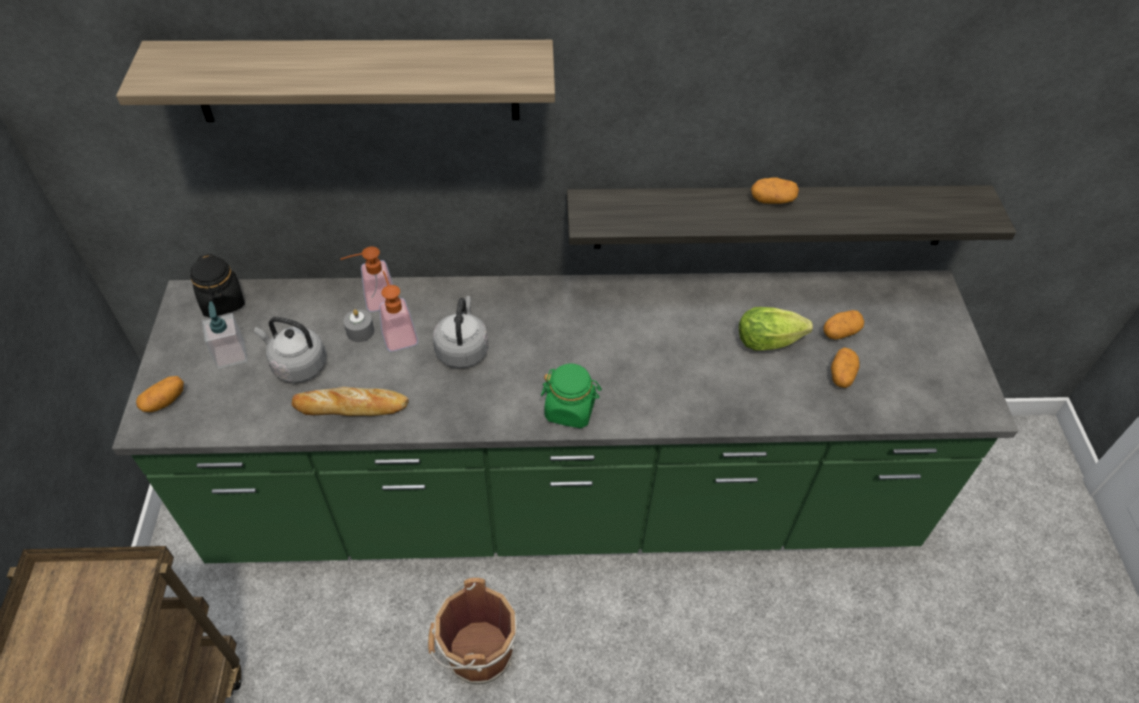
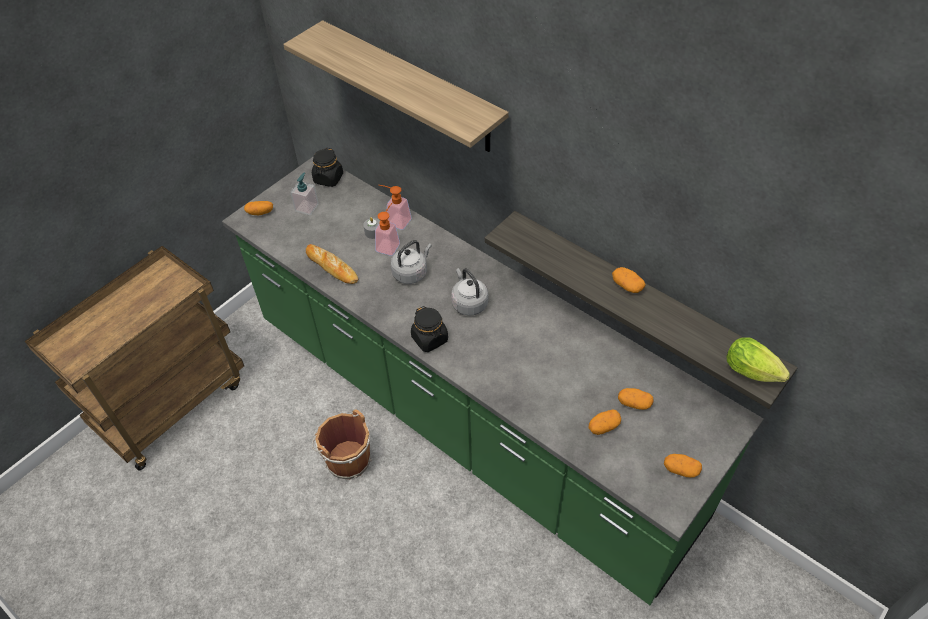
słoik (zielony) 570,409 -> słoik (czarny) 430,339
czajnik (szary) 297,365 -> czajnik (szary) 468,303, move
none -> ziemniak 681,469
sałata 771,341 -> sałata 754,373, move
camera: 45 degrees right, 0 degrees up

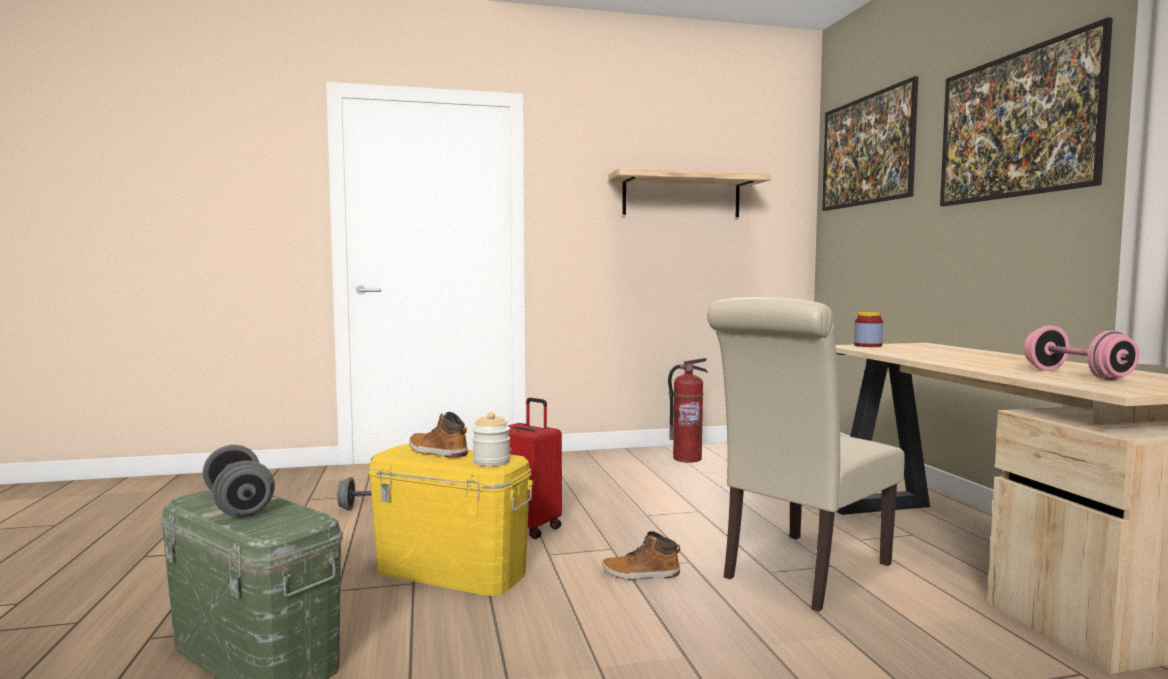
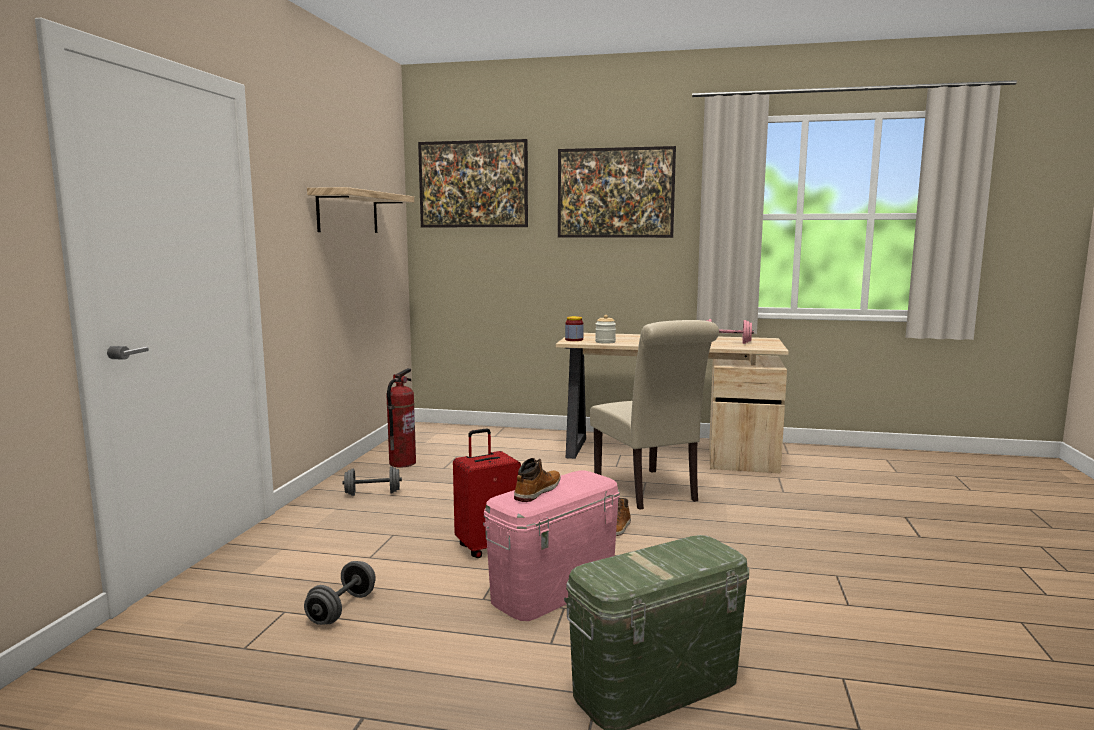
hantel (szary) 238,505 -> hantel (szary) 372,493, move
pojemnik do przechowywania (żółty) 451,571 -> pojemnik do przechowywania (różowy) 554,589
but z cholewką 437,452 -> but z cholewką 537,491, 150 degrees clockwise
słoik 491,462 -> słoik 605,342, move
camera: 65 degrees left, 5 degrees up

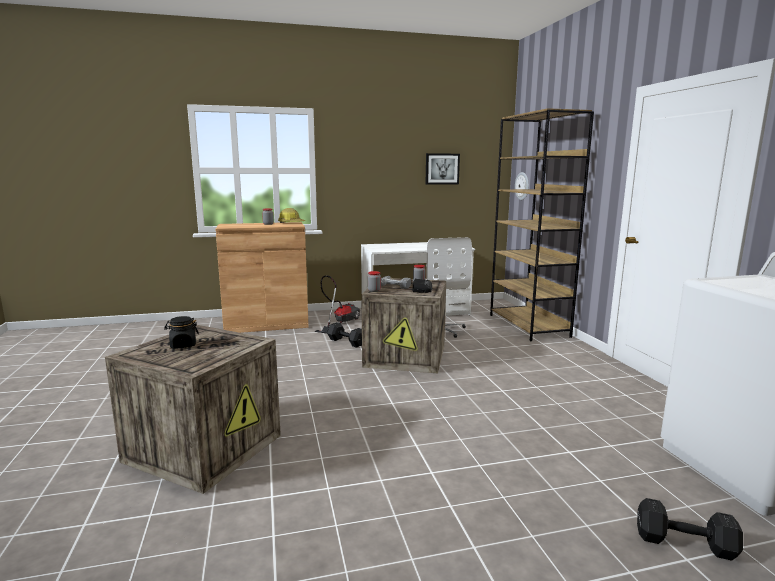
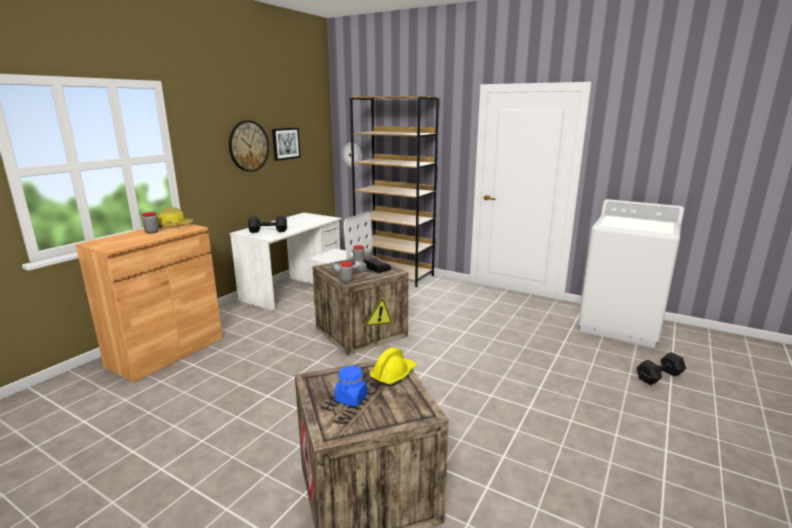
none -> zegar ścienny 248,146
hantel (czarny) 346,342 -> hantel (czarny) 267,231, move
słoik (czarny) 183,345 -> słoik (niebieski) 351,399
none -> kask (żółty) 393,374
odkurzacz 339,322 -> none
camera: 45 degrees left, 5 degrees up

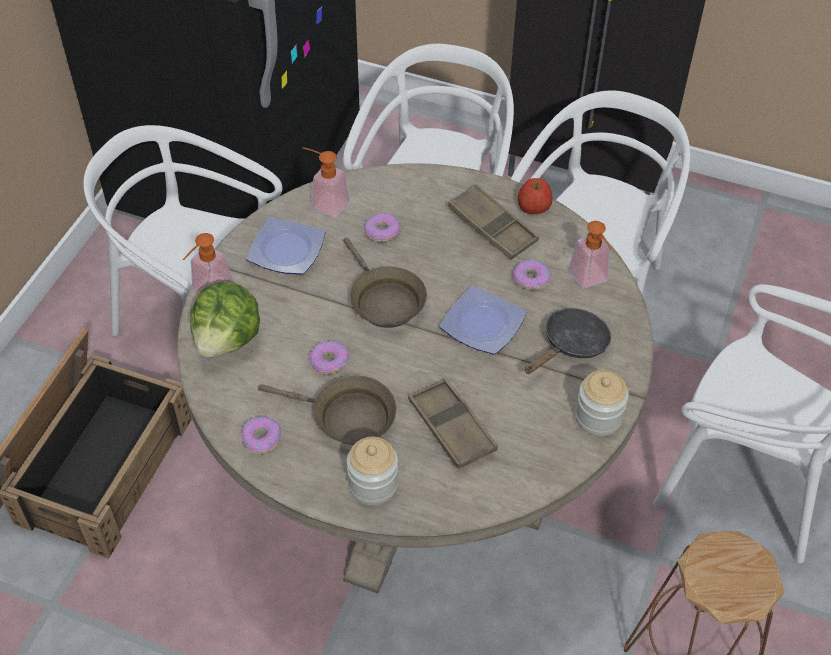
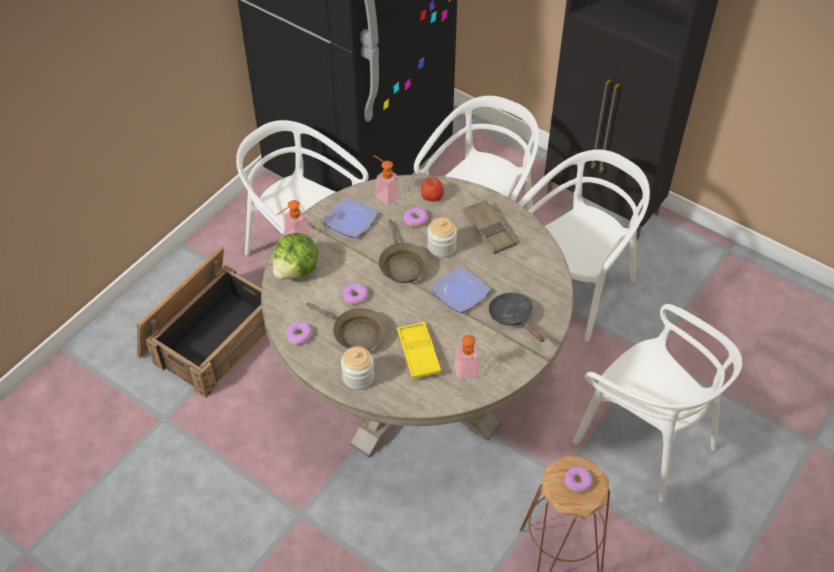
taca (brązowy) 451,427 -> taca (żółty) 418,353
jabłko 533,207 -> jabłko 432,196, move
słoik 598,417 -> słoik 441,247, move
dozownik mydła 591,280 -> dozownik mydła 467,374, move
patelnia (czarny) 571,345 -> patelnia (czarny) 513,317, 90 degrees counterclockwise
donut 531,279 -> donut 578,482, move
camera: 15 degrees right, 0 degrees up

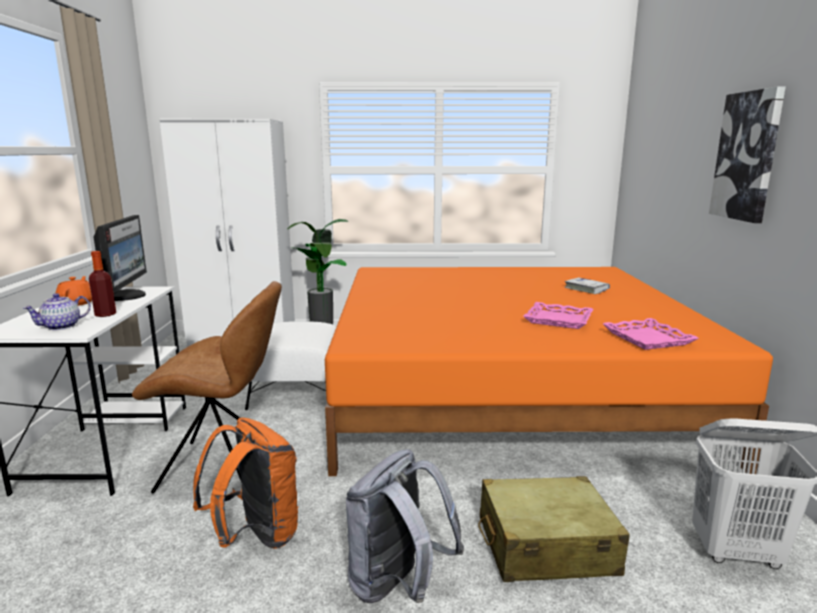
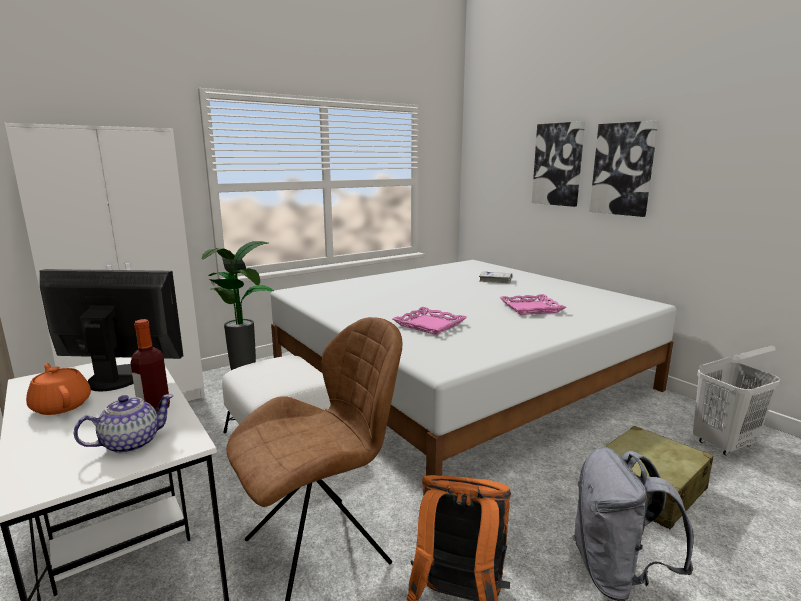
monitor 126,296 -> monitor 118,377, 45 degrees counterclockwise
imbryk 62,326 -> imbryk 130,443, 135 degrees counterclockwise
łóżko (pomarańczowy) 506,390 -> łóżko (biały) 460,379
taca (różowy) 648,339 -> taca (różowy) 430,325, move
none -> obraz 558,164
camera: 35 degrees left, 0 degrees up

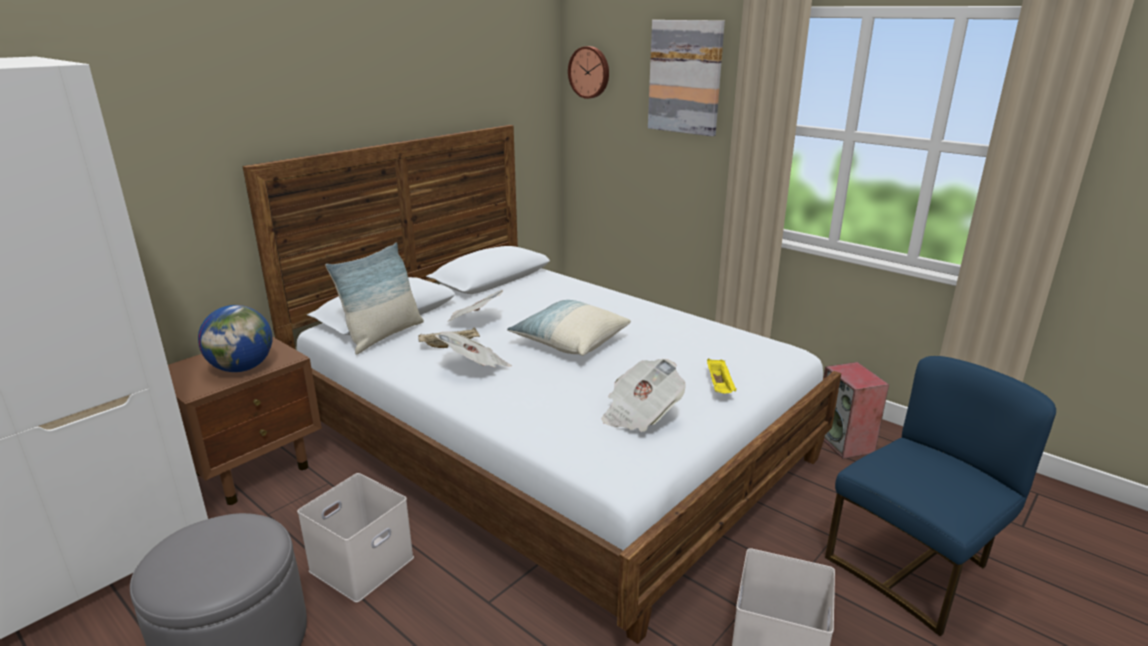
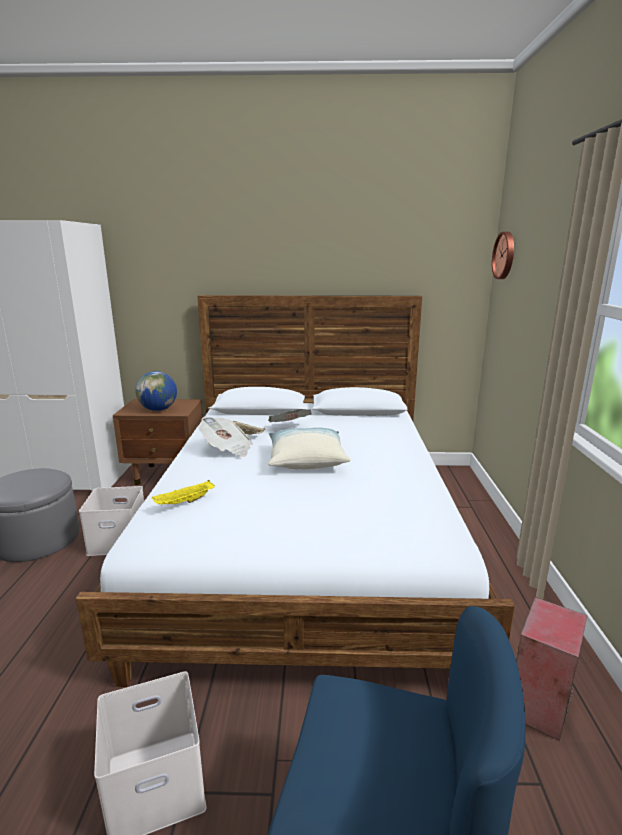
taca (żółty) 719,387 -> taca (żółty) 184,502, move
poduszka 383,336 -> none
gazeta 640,414 -> none
obraz 685,77 -> none
camera: 50 degrees right, 5 degrees down

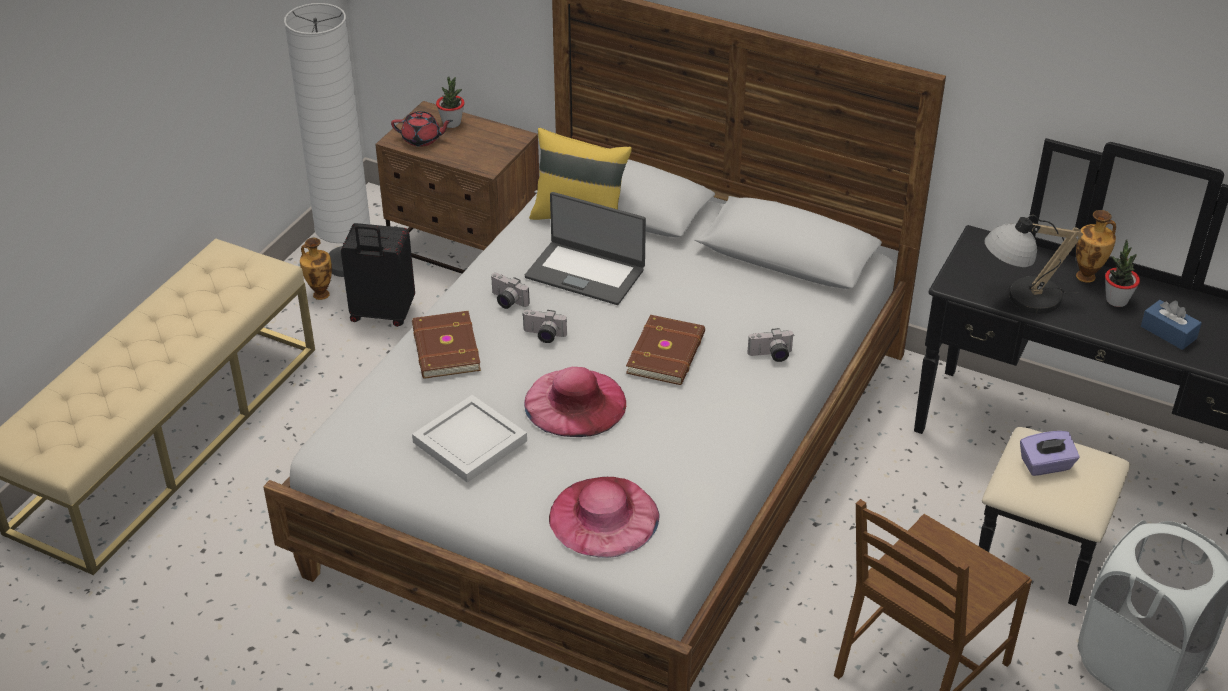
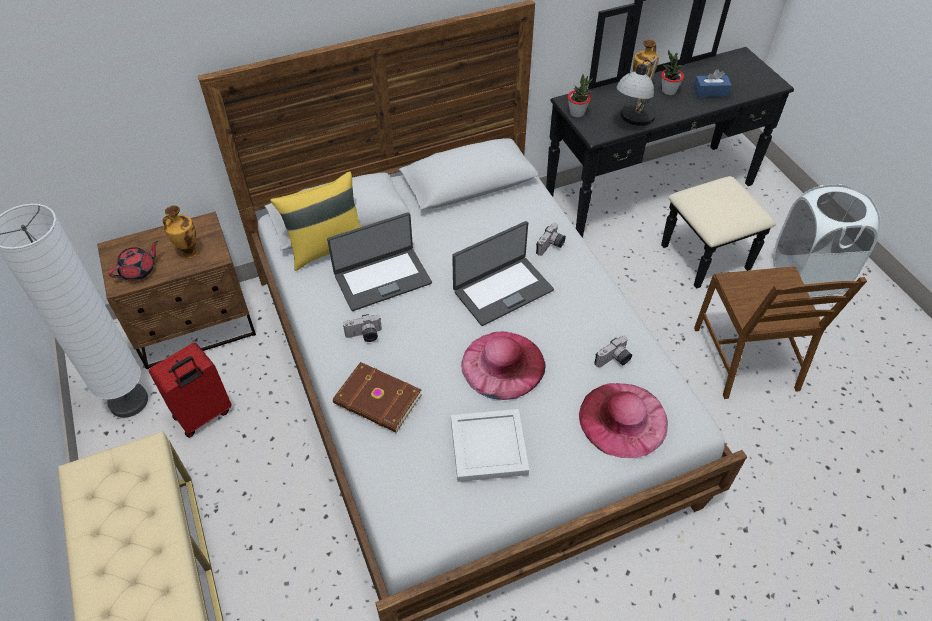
walizka (czarny) 382,314 -> walizka (czerwony) 203,415
wazon 320,294 -> wazon 189,253, move
książka (brązowy) 667,353 -> laptop 502,290
roślina doniczkowa 451,123 -> roślina doniczkowa 577,113, move
aparat fotograficzny 543,336 -> aparat fotograficzny 614,360, move
pudełko chusteczek (fioletowy) 1046,465 -> none
camera: 50 degrees left, 10 degrees up

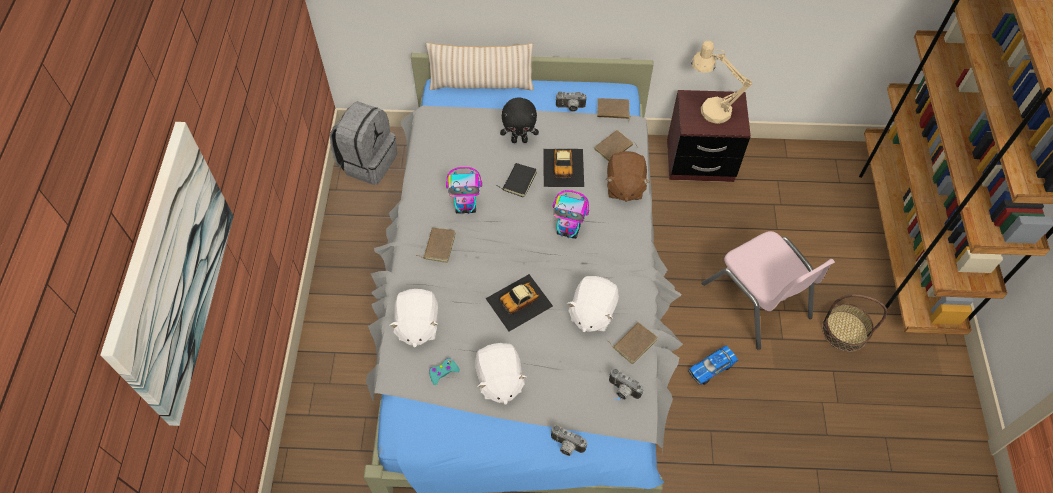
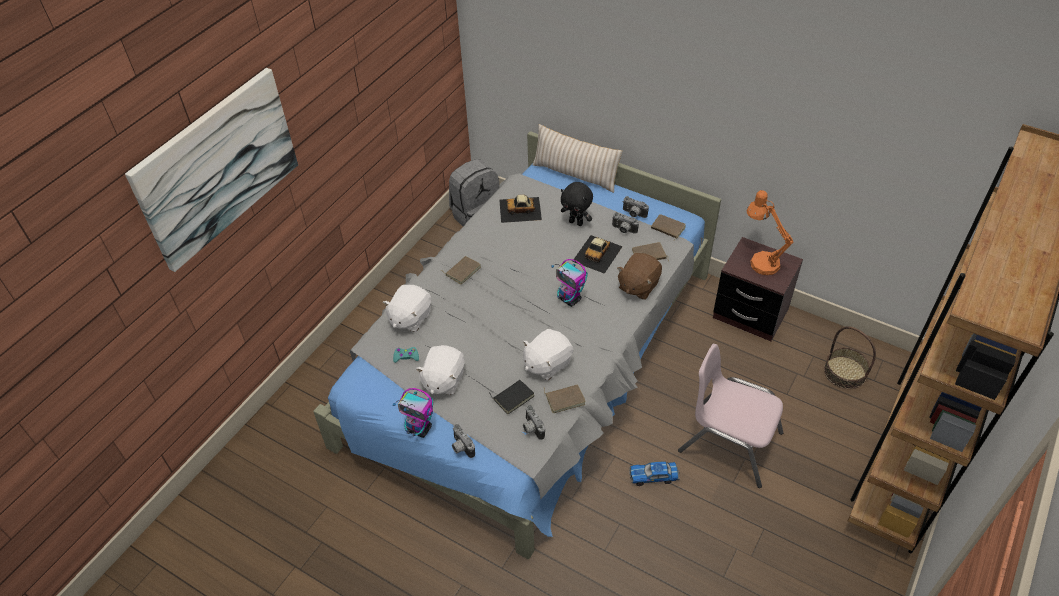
robot zabawkowy 466,207 -> robot zabawkowy 419,429, move
książka (czarny) 518,181 -> książka (czarny) 513,397, move
samochodzik 519,302 -> samochodzik 520,209, move
none -> aparat fotograficzny 623,230
krzesło (różowy) 757,301 -> krzesło (różowy) 729,442, 120 degrees clockwise
lampa stołowa (beżowy) 709,109 -> lampa stołowa (pomarańczowy) 760,260
koszyk 844,331 -> koszyk 844,372, move
camera: 30 degrees right, 10 degrees down

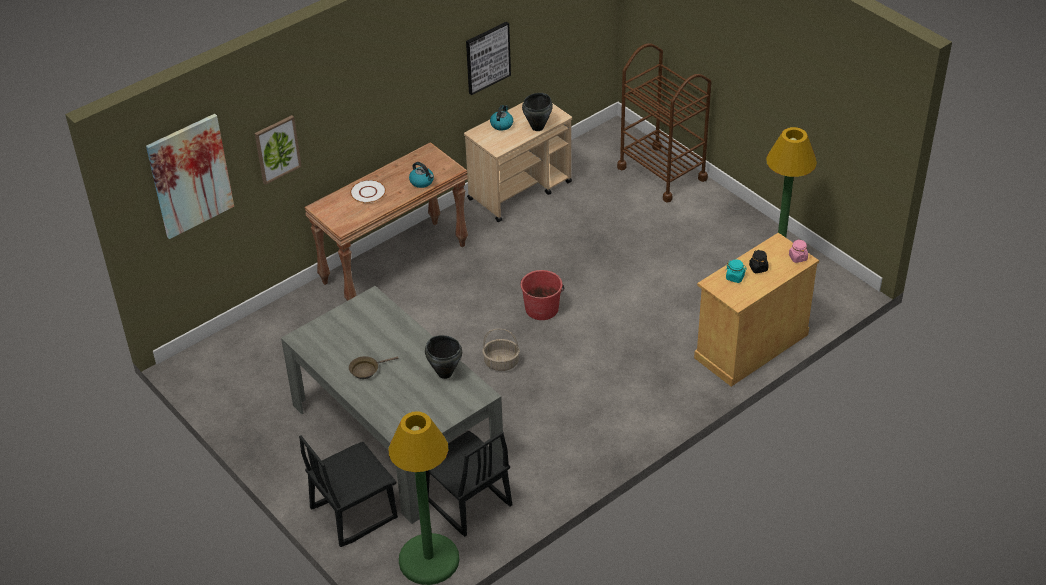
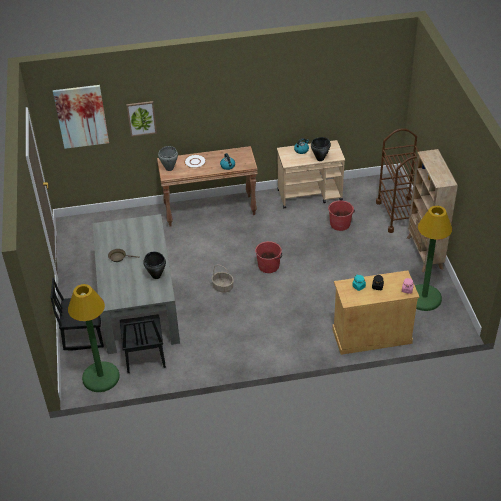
none -> garnek (szary) 169,168
none -> wiadro (czerwony) 340,224
none -> regał (beżowy) 424,253
obraz 487,57 -> none
camera: 30 degrees right, 0 degrees up

